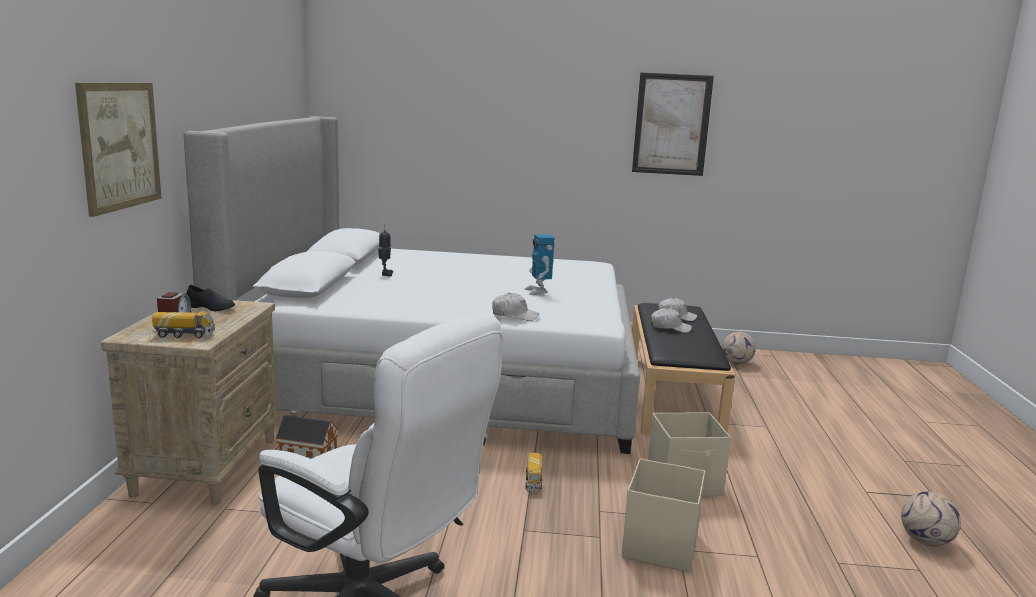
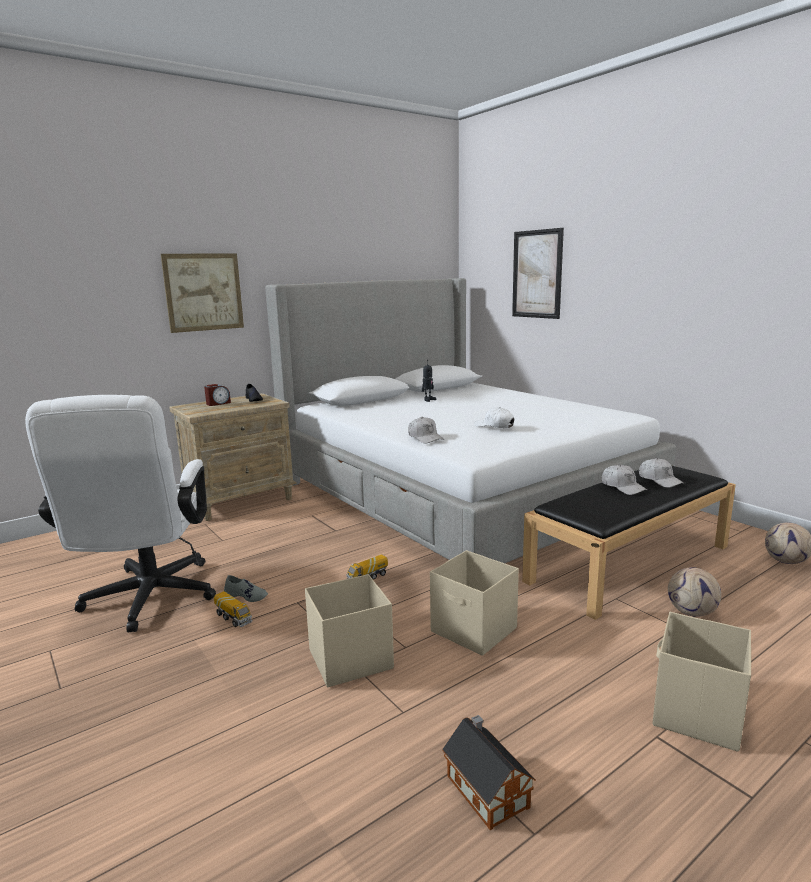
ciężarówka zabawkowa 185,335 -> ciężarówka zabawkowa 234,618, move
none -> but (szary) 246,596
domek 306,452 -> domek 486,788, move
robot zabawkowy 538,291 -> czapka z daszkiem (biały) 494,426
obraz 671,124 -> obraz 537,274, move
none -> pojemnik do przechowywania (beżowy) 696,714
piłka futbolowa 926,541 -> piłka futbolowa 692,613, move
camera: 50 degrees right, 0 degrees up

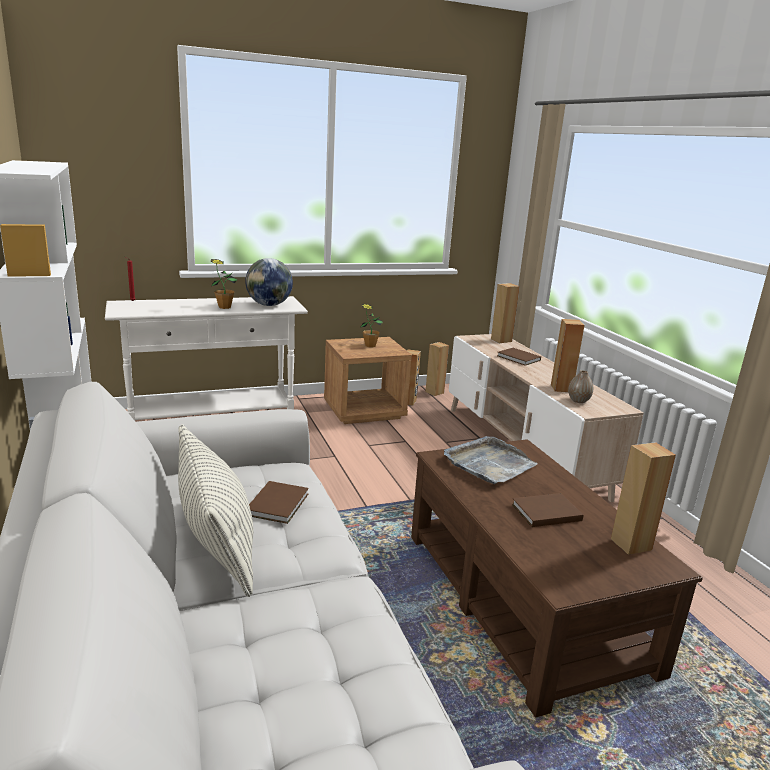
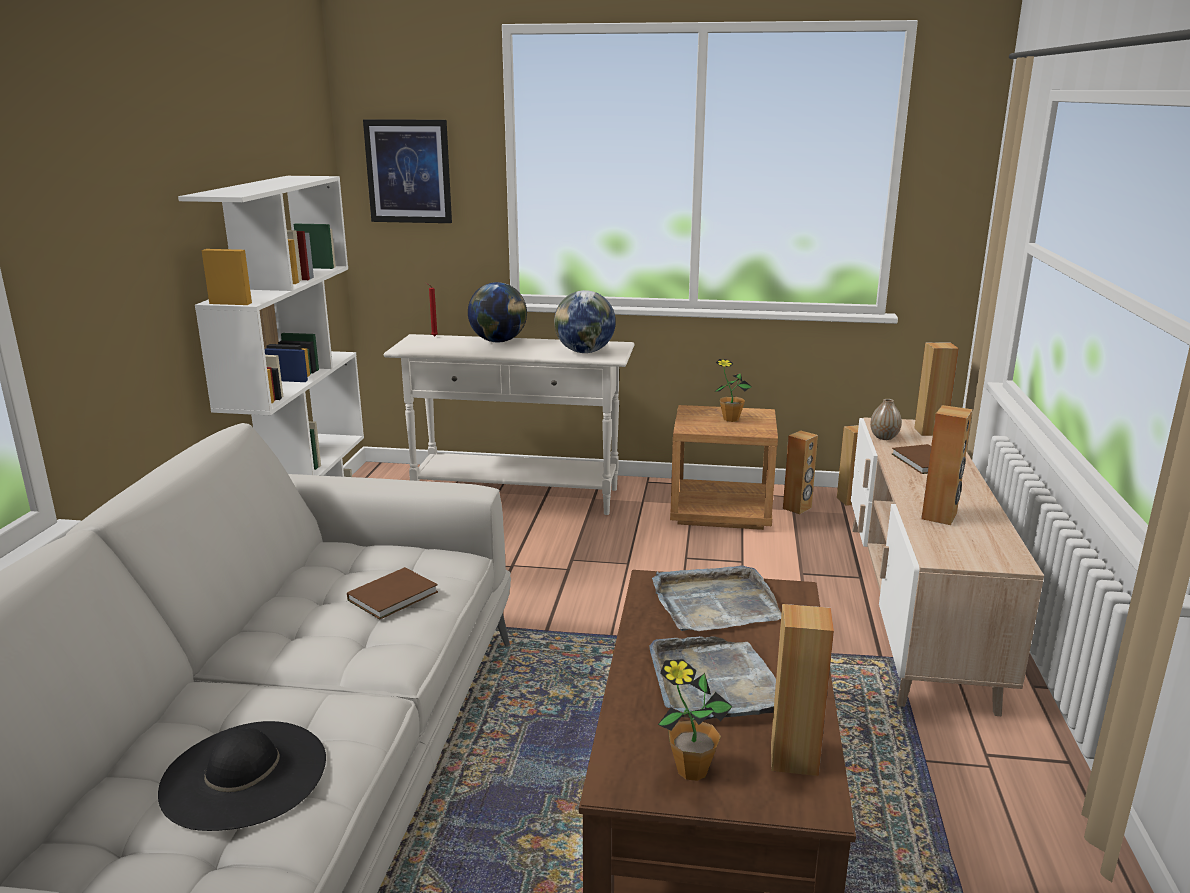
none -> kapelusz (czarny) 244,774
none -> obraz 408,171
none -> globus 498,341
książka (brązowy) 544,512 -> taca (szary) 715,684
roślina doniczkowa 224,307 -> roślina doniczkowa 692,770, move
wazon 578,401 -> wazon 884,437, move
poduszka 216,543 -> none
camera: 30 degrees right, 0 degrees up

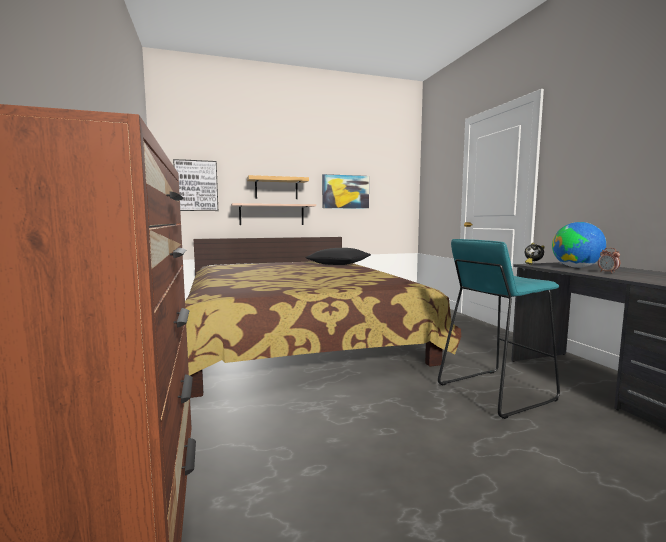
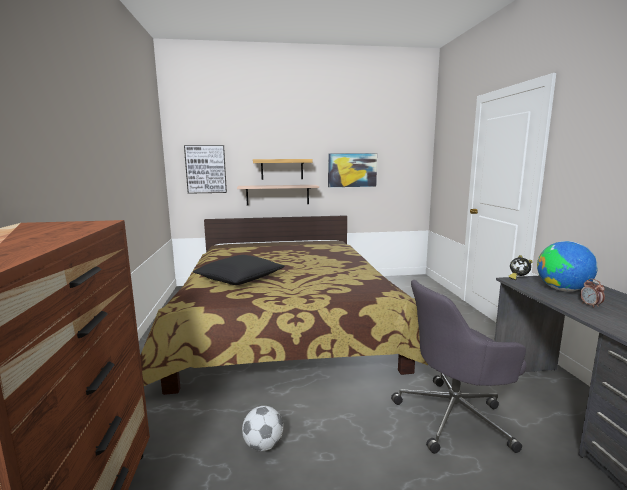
poduszka (czarny) 338,264 -> poduszka (czarny) 239,278, move
none -> piłka futbolowa 263,445
stołek (turkusowy) 495,392 -> krzesło biurowe (szary) 455,416
camera: 10 degrees right, 5 degrees up

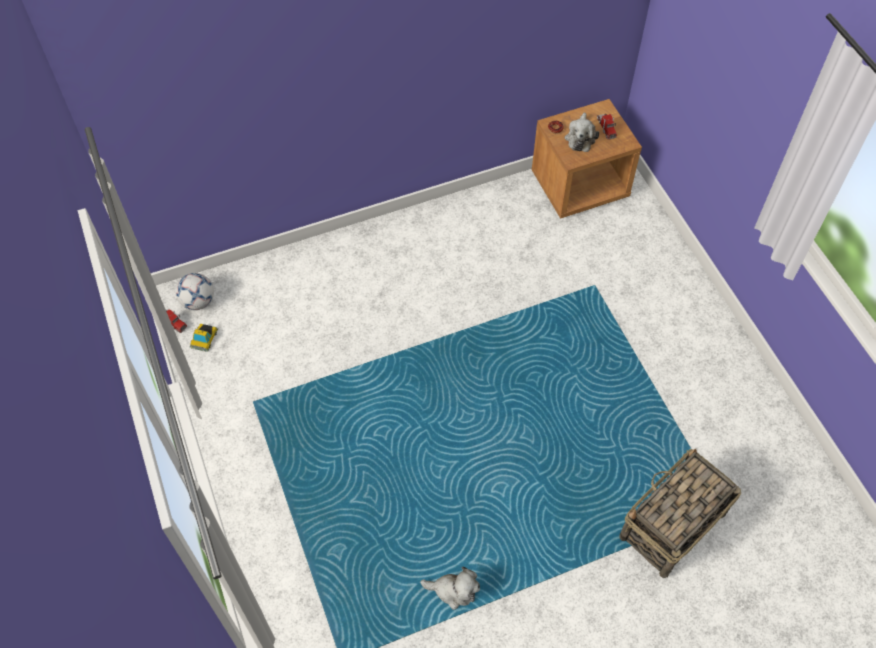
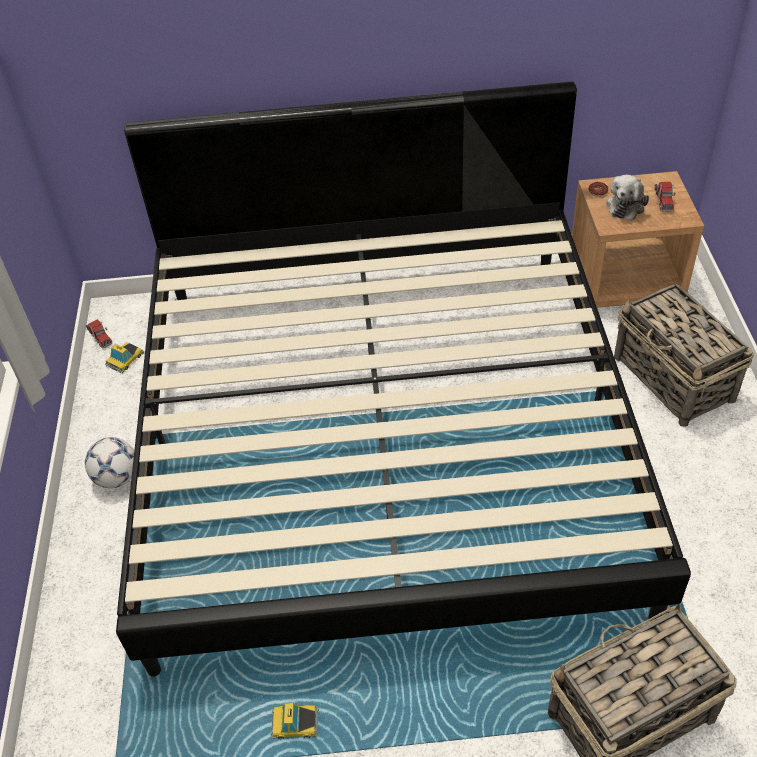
piłka futbolowa 198,301 -> piłka futbolowa 117,477, move
none -> łóżko 382,433
pluszak 453,591 -> samochodzik 295,723
none -> koszyk 674,379
camera: 20 degrees right, 10 degrees down

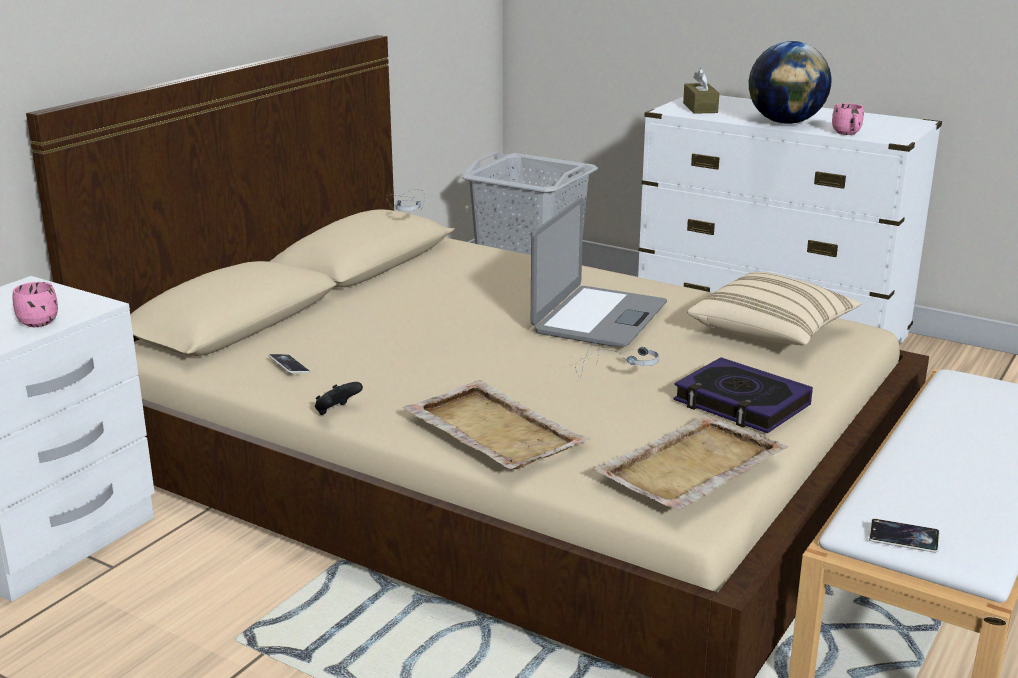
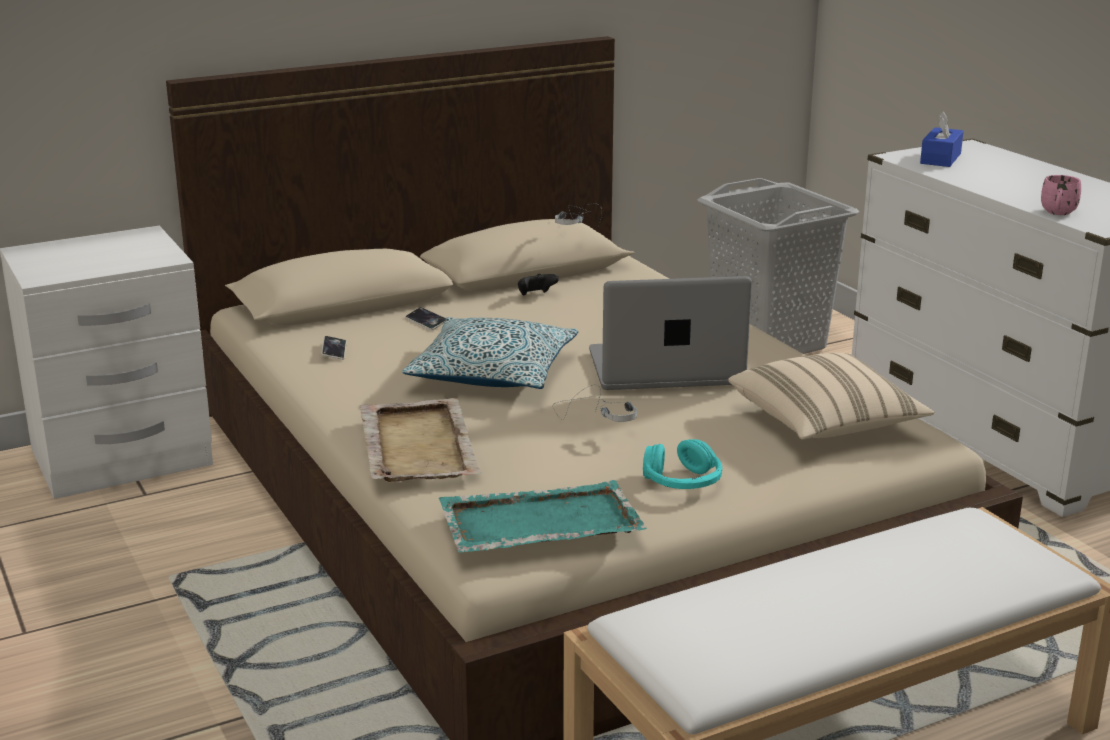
none -> poduszka 492,373
telefon 903,539 -> telefon 426,322, move
taca (beżowy) 689,467 -> taca (turkusowy) 538,523
pad do gier (czarny) 337,412 -> pad do gier (czarny) 536,295, move
laptop 598,318 -> laptop 665,369, 150 degrees counterclockwise
książka 741,404 -> słuchawki (turkusowy) 682,482
pudełko chusteczek (brązowy) 700,108 -> pudełko chusteczek (niebieski) 940,158
kubek (różowy) 39,320 -> none
globus 786,122 -> none
camera: 30 degrees right, 0 degrees up

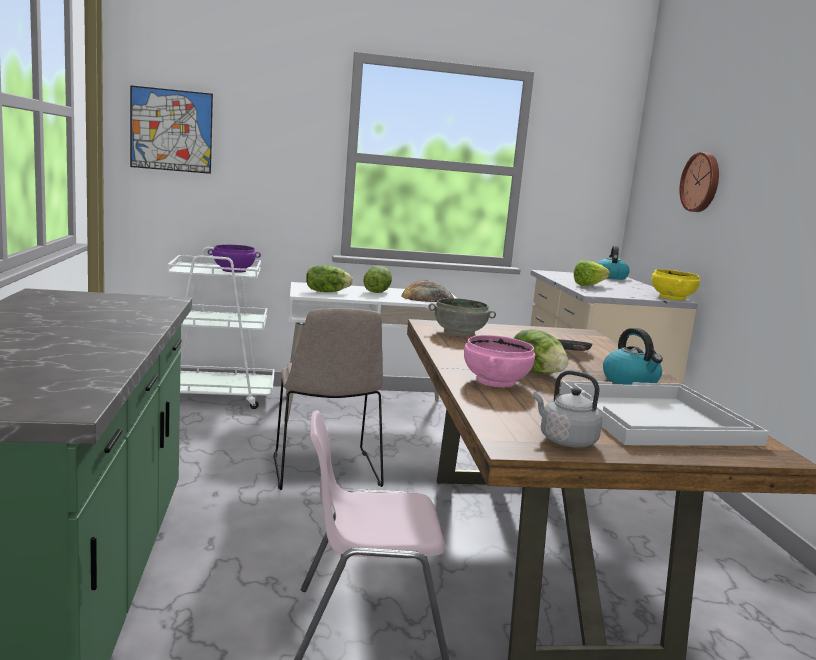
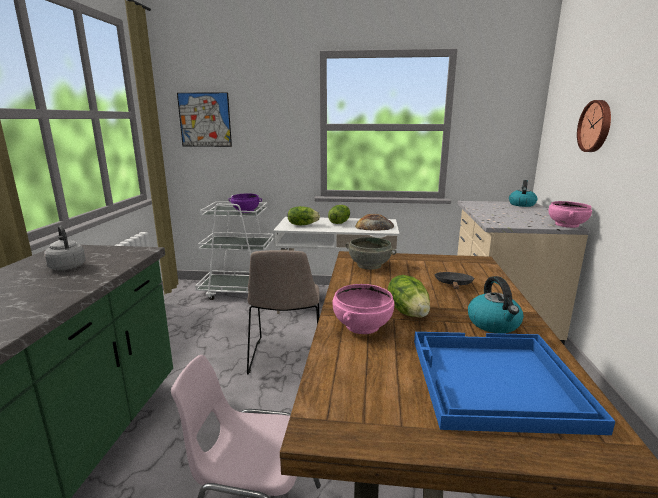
czajnik (szary) 564,440 -> czajnik (szary) 67,266, move
taca (biały) 654,418 -> taca (niebieski) 494,381
miska (żółty) 671,297 -> miska (różowy) 566,225
sałata 592,285 -> none
camera: 15 degrees right, 5 degrees up

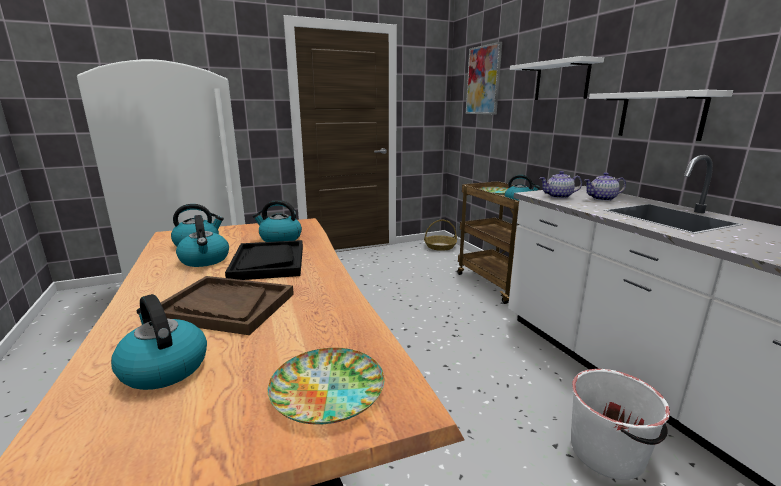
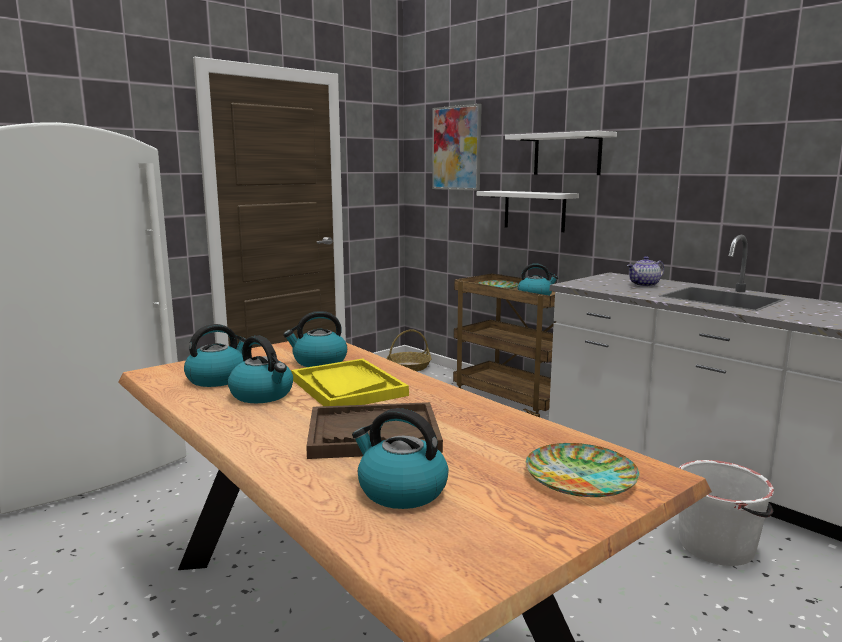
taca (czarny) 268,262 -> taca (żółty) 347,387
półka (biały) 661,115 -> półka (biały) 534,210, move
imbryk 558,197 -> none
camera: 20 degrees left, 5 degrees down

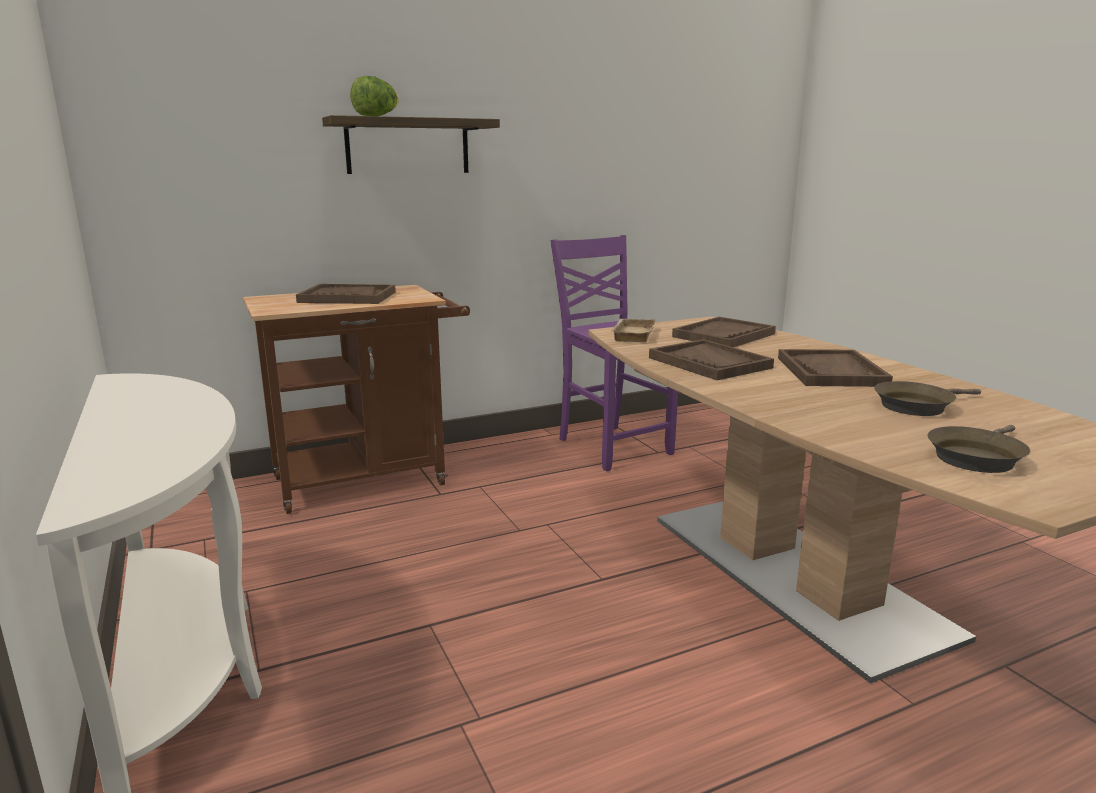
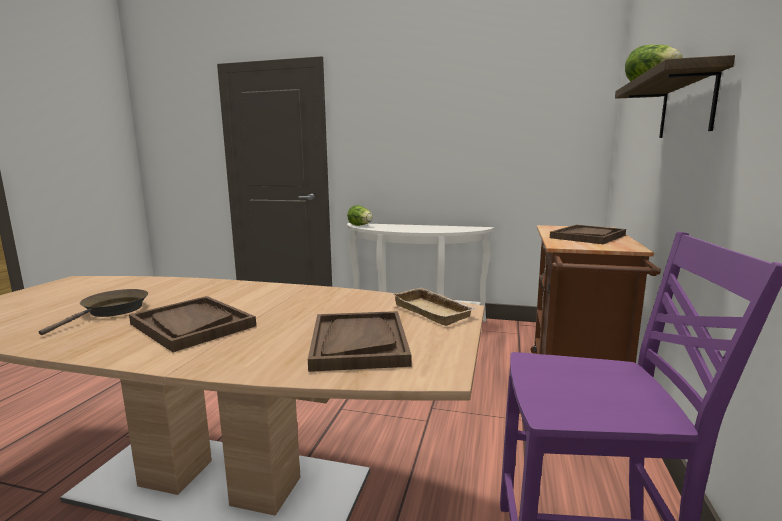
none -> sałata 361,225
taca (brązowy) 709,363 -> none
patelnia (brązowy) 976,457 -> none
camera: 130 degrees right, 5 degrees down

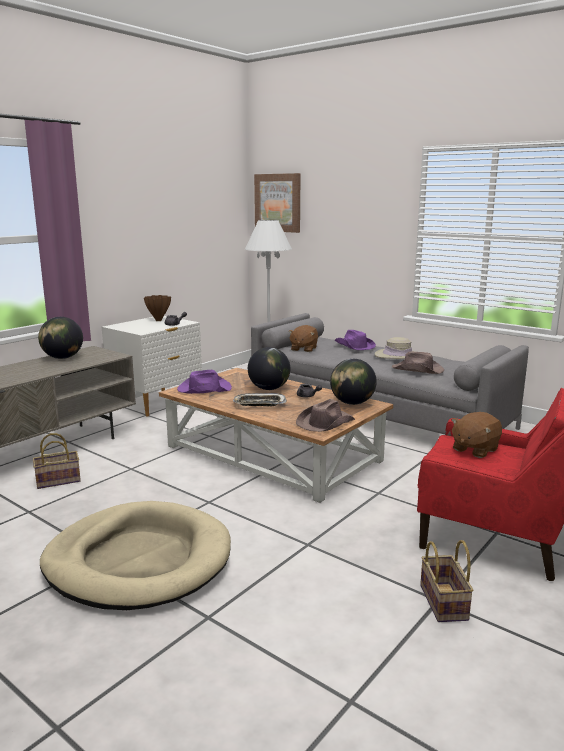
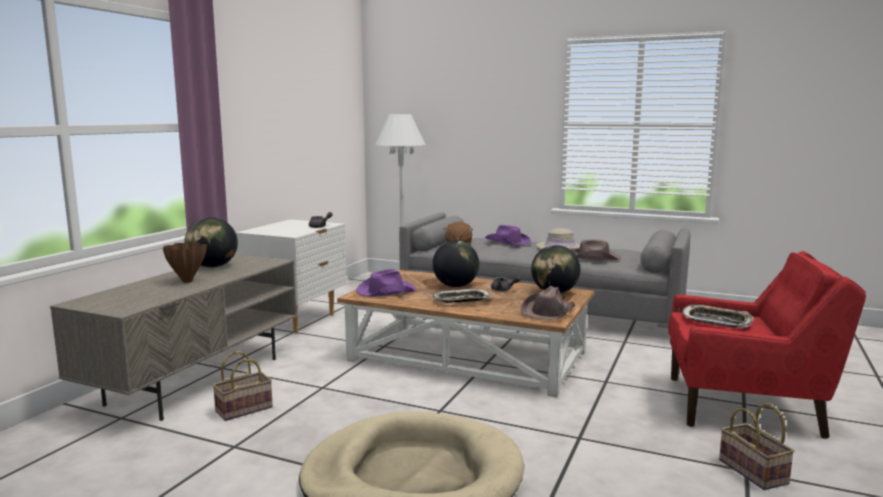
wazon (brązowy) 158,320 -> wazon (brązowy) 187,281, move
pluszak (brązowy) 474,449 -> taca 716,321
obraz 278,203 -> none
camera: 15 degrees left, 5 degrees down

